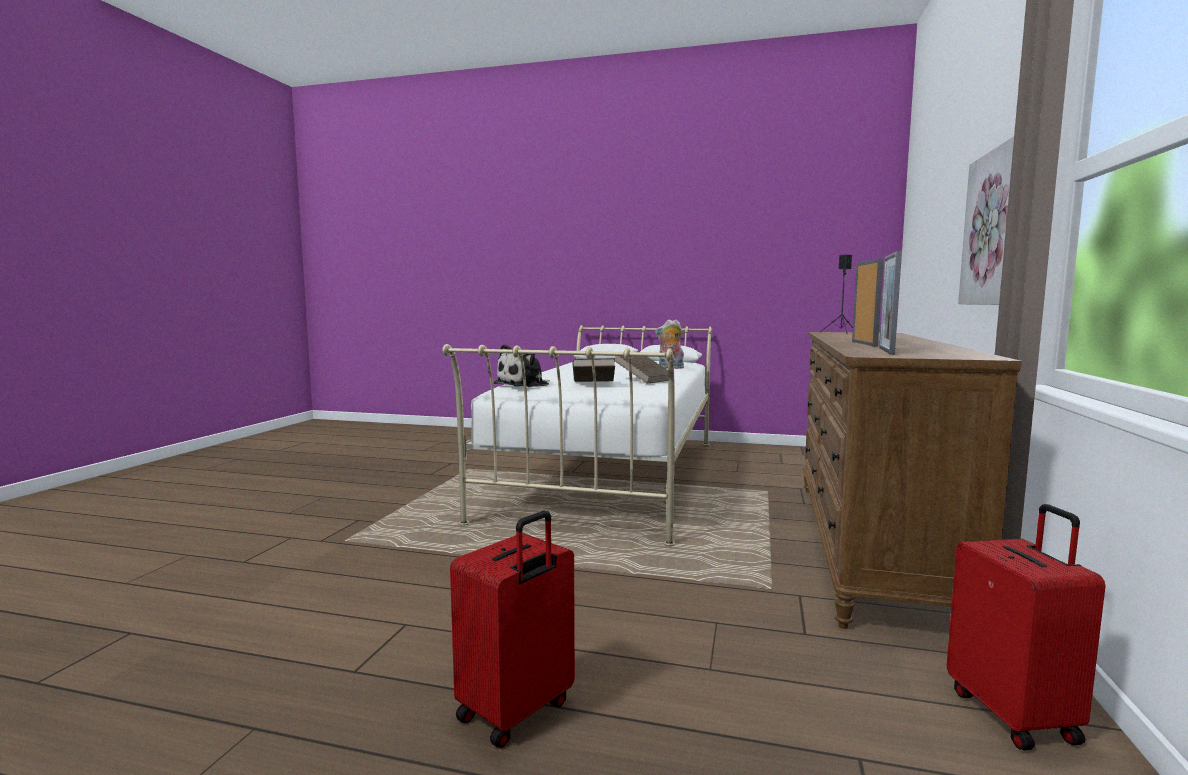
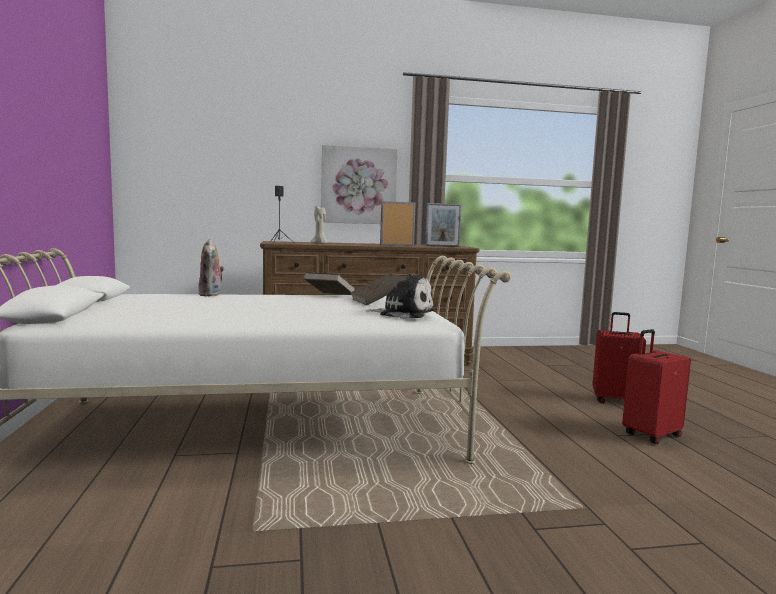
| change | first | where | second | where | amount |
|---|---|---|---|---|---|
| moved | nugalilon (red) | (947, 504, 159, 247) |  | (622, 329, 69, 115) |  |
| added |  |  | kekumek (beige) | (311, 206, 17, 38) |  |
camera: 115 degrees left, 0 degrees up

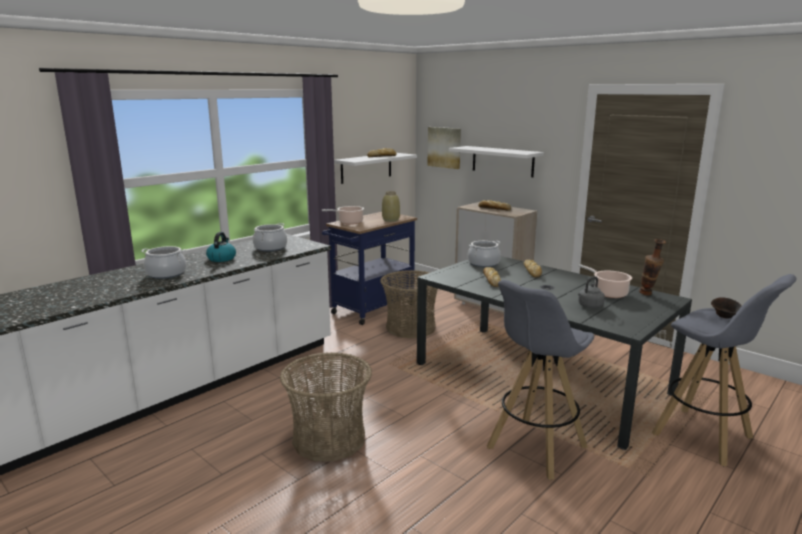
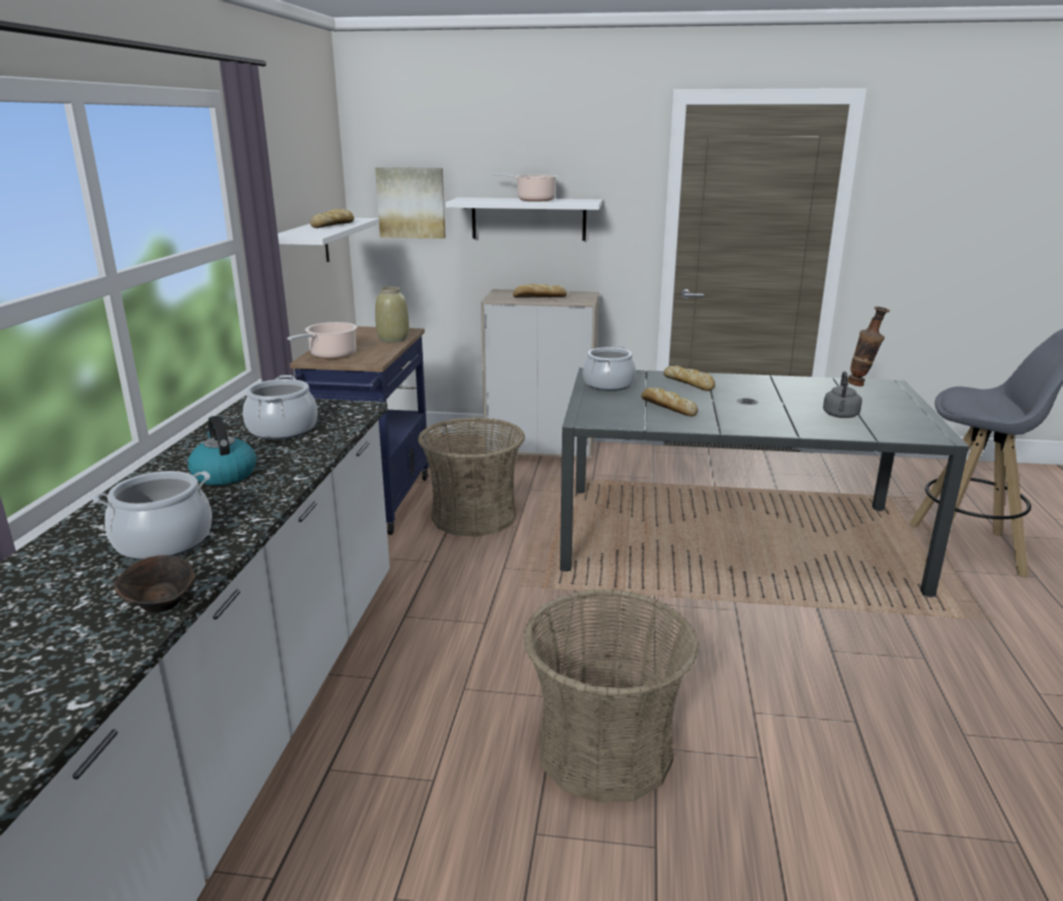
| change | first | where | second | where | amount |
|---|---|---|---|---|---|
| removed | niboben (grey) | (487, 280, 107, 200) |  |  |  |
| moved | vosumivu | (578, 264, 54, 34) |  | (491, 173, 67, 28) |  |
| moved | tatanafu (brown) | (711, 297, 31, 22) |  | (113, 555, 83, 58) |  |
camera: 35 degrees left, 5 degrees up

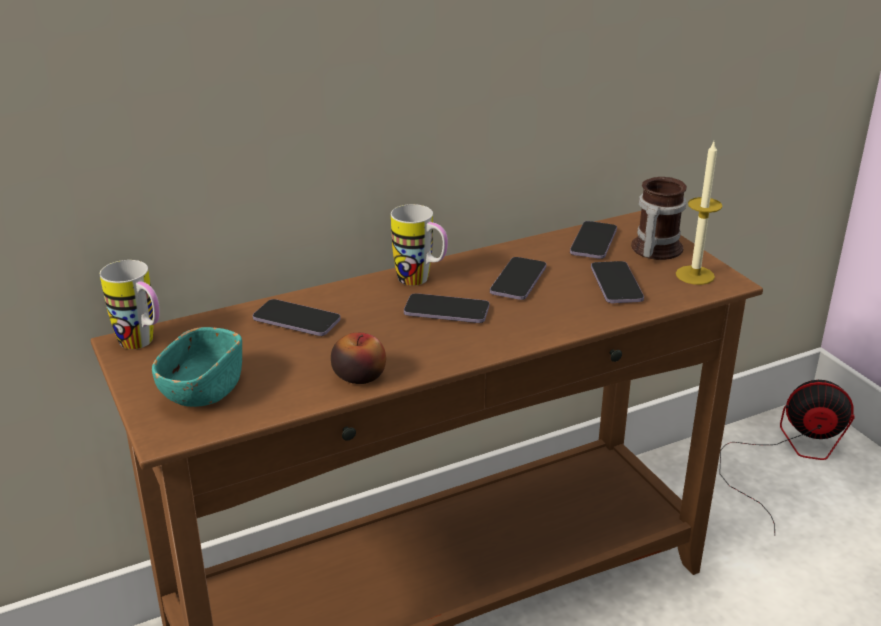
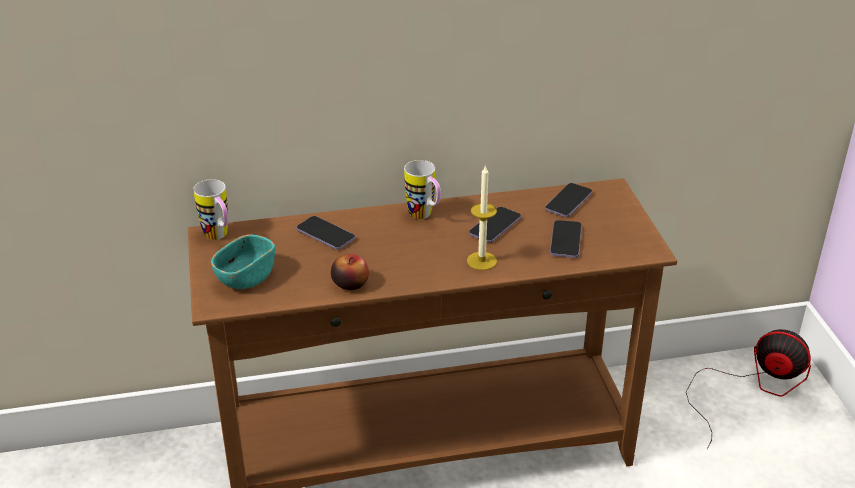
| change | first | where | second | where | amount |
|---|---|---|---|---|---|
| removed | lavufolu | (404, 293, 85, 30) |  |  |  |
| removed | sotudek | (631, 177, 56, 83) |  |  |  |
| moved | kekumek | (676, 142, 46, 143) |  | (467, 165, 30, 105) |  |
camera: 15 degrees right, 5 degrees up

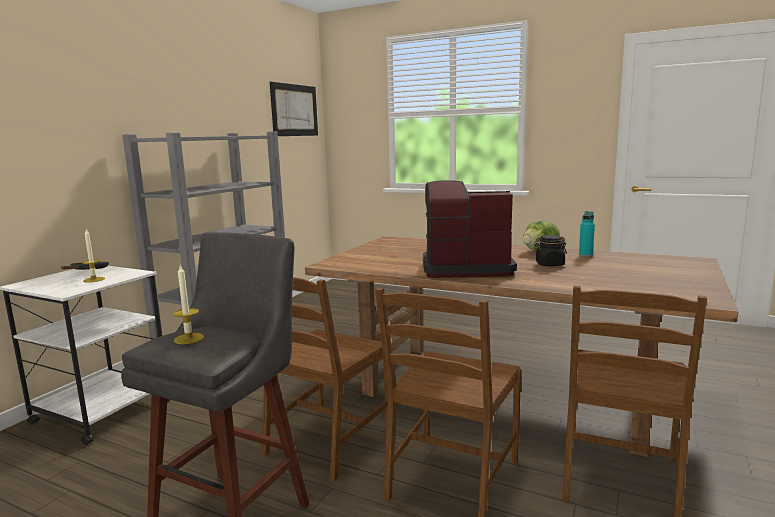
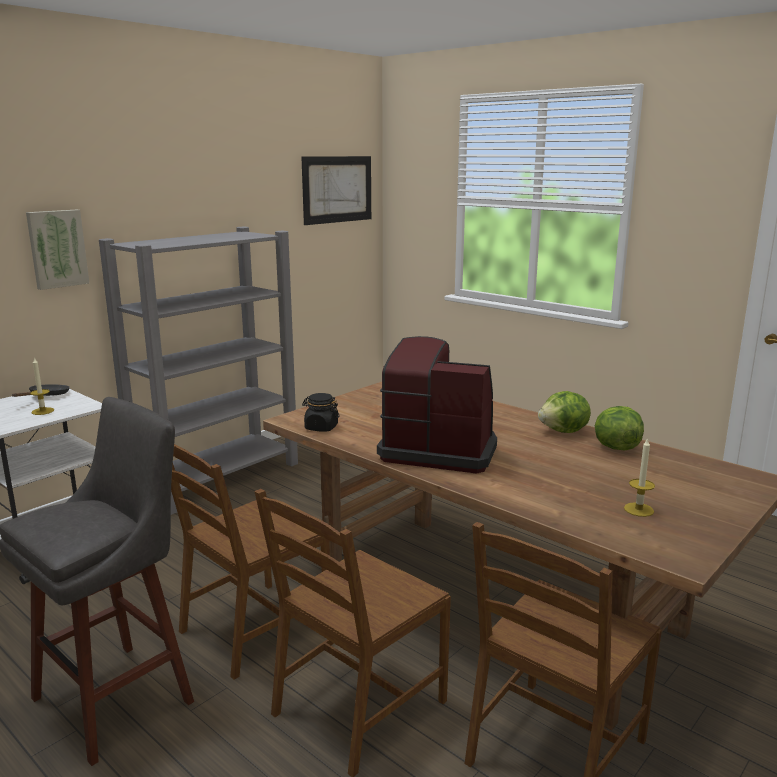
| change | first | where | second | where | amount |
|---|---|---|---|---|---|
| moved | kekumek | (173, 265, 31, 79) |  | (624, 437, 31, 80) |  |
| moved | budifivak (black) | (534, 235, 33, 31) |  | (302, 393, 37, 39) |  |
| replaced | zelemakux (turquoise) | (579, 211, 16, 46) | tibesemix | (595, 406, 49, 44) |  |
| added |  |  | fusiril | (26, 210, 63, 80) |  |
camera: 15 degrees right, 5 degrees up

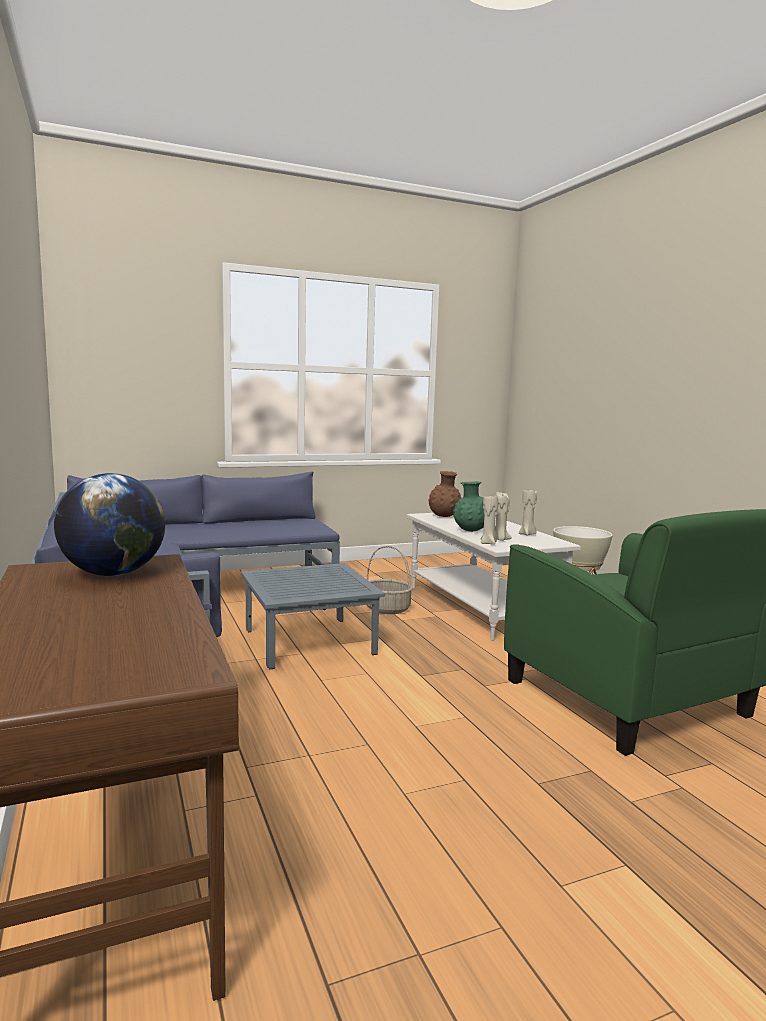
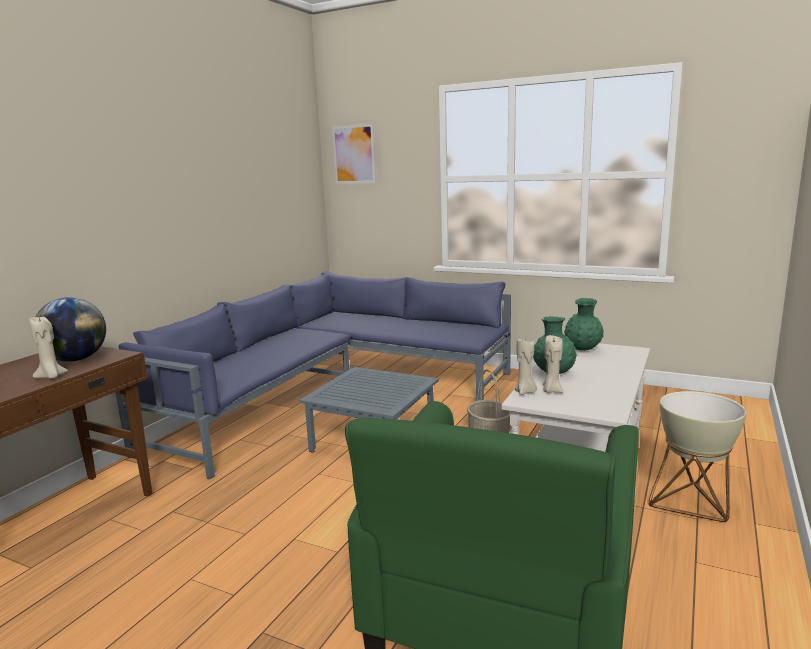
| change | first | where | second | where | amount |
|---|---|---|---|---|---|
| recoloured | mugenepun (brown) | (428, 471, 33, 46) | mugenepun (green) | (564, 298, 40, 53) |  |
| moved | kekumek (beige) | (519, 490, 18, 46) |  | (29, 317, 39, 61) |  |
| added |  |  | fusiril | (332, 124, 44, 60) |  |
camera: 50 degrees right, 5 degrees up

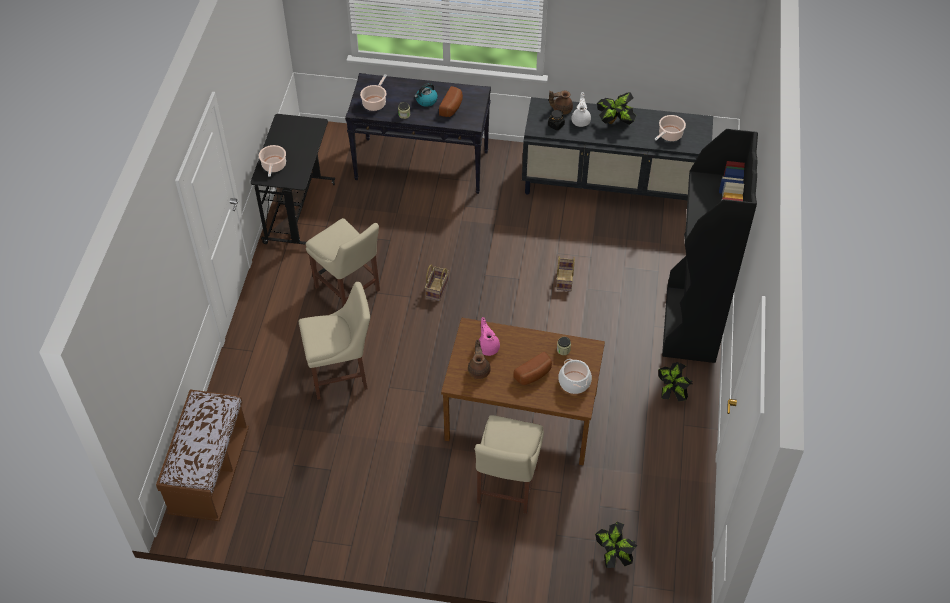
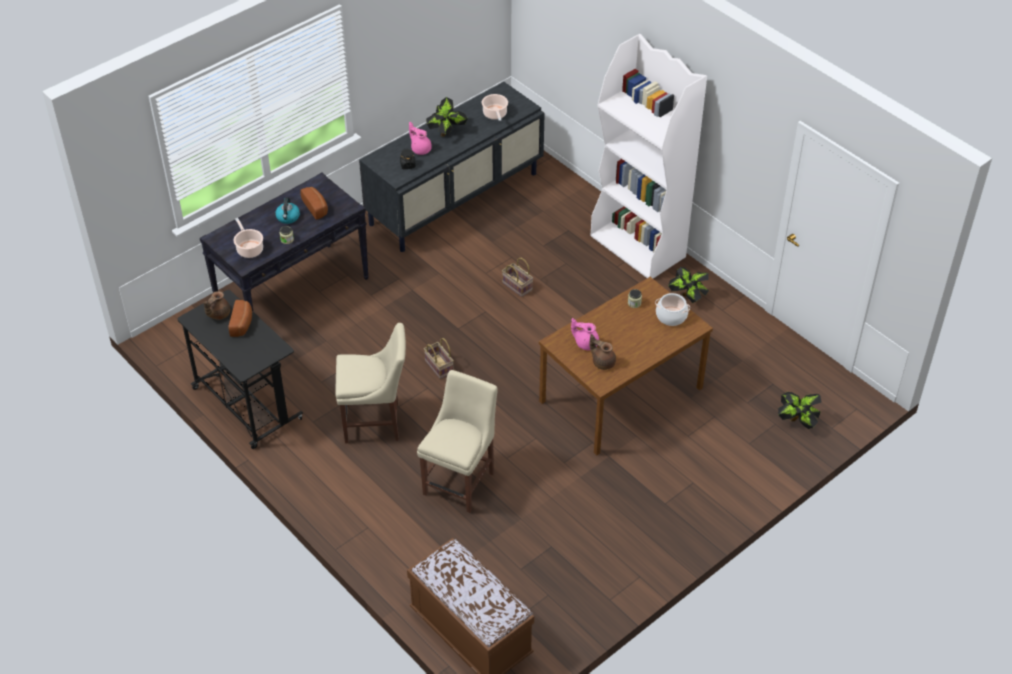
| change | first | where | second | where | amount |
|---|---|---|---|---|---|
| removed | vosumivu | (259, 145, 27, 32) |  |  |  |
| removed | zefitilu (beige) | (475, 415, 69, 99) |  |  |  |
| moved | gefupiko | (513, 352, 39, 33) |  | (228, 300, 24, 37) |  |
| moved | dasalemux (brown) | (549, 90, 24, 25) |  | (203, 291, 27, 29) |  |
| recoloured | dasalemux (white) | (571, 92, 20, 35) | dasalemux (pink) | (409, 122, 23, 33) |  |
| recoloured | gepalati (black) | (662, 129, 96, 234) | gepalati (white) | (590, 34, 117, 244) |  |
camera: 50 degrees left, 5 degrees down

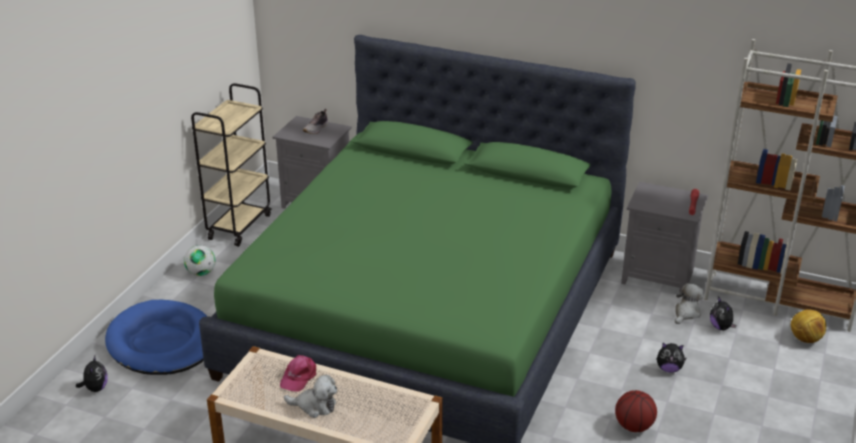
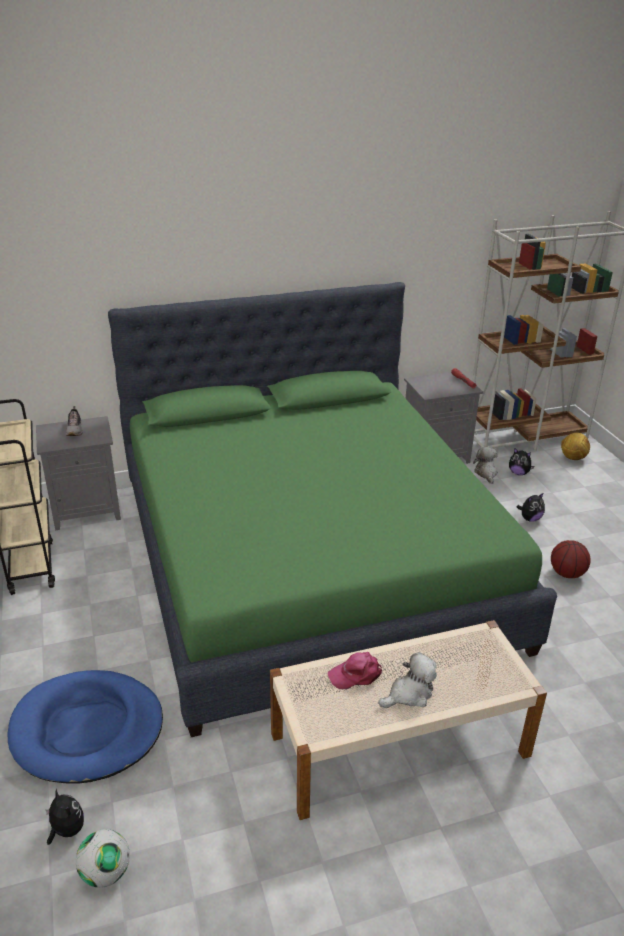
| change | first | where | second | where | amount |
|---|---|---|---|---|---|
| moved | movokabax | (184, 245, 31, 31) |  | (76, 829, 54, 59) |  |
| turned | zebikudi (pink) | (280, 355, 36, 37) |  | (328, 652, 54, 37) | 90 degrees clockwise |
camera: 40 degrees left, 0 degrees up

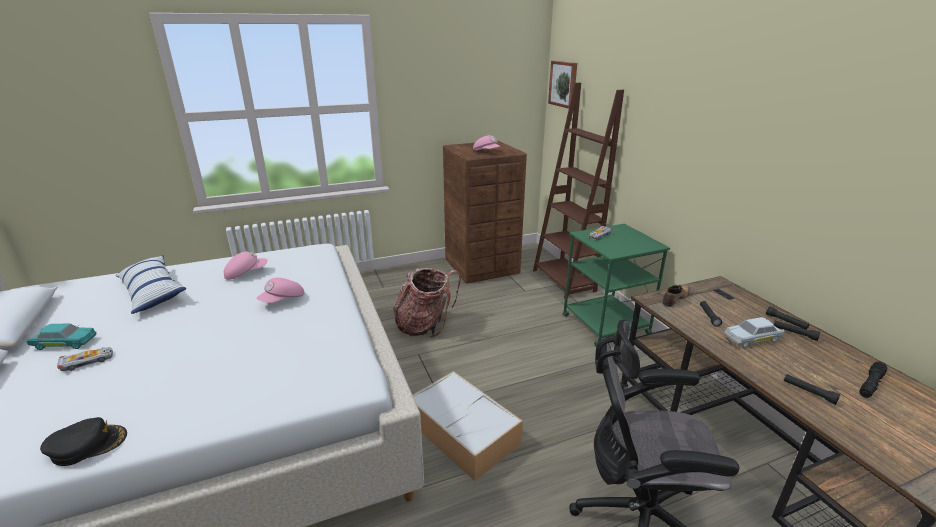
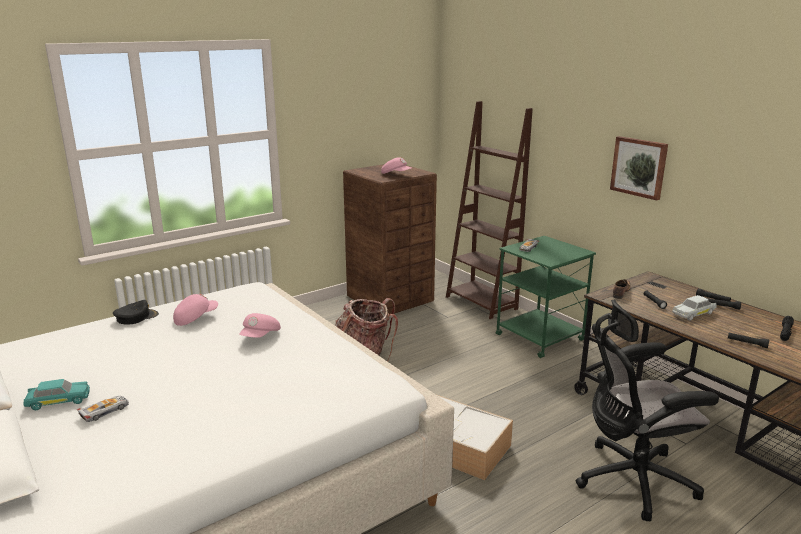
| change | first | where | second | where | amount |
|---|---|---|---|---|---|
| moved | zebikudi (black) | (40, 417, 87, 49) |  | (113, 300, 46, 24) |  |
| removed | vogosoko | (116, 255, 71, 59) |  |  |  |
| moved | fusiril | (548, 61, 29, 48) |  | (610, 136, 58, 64) |  |
camera: 15 degrees left, 5 degrees down

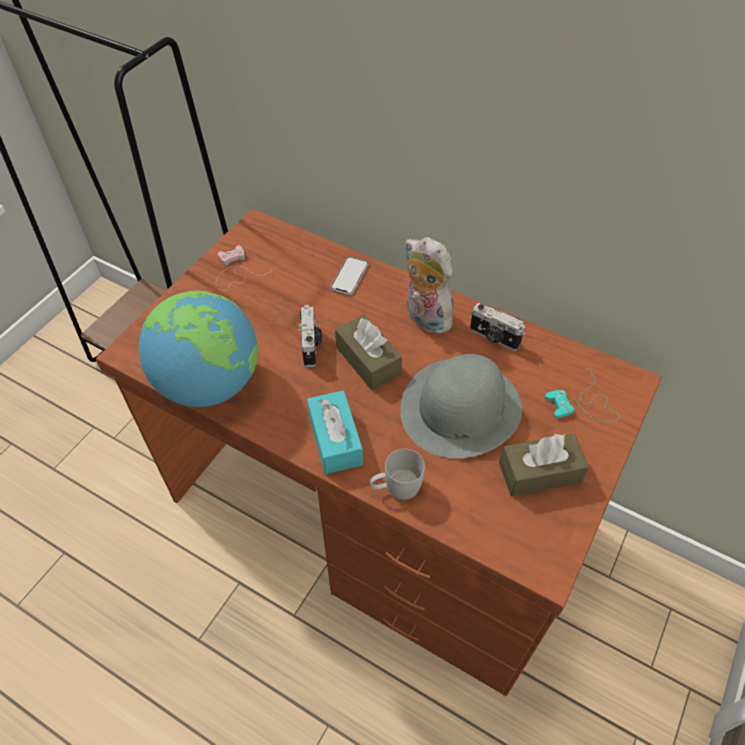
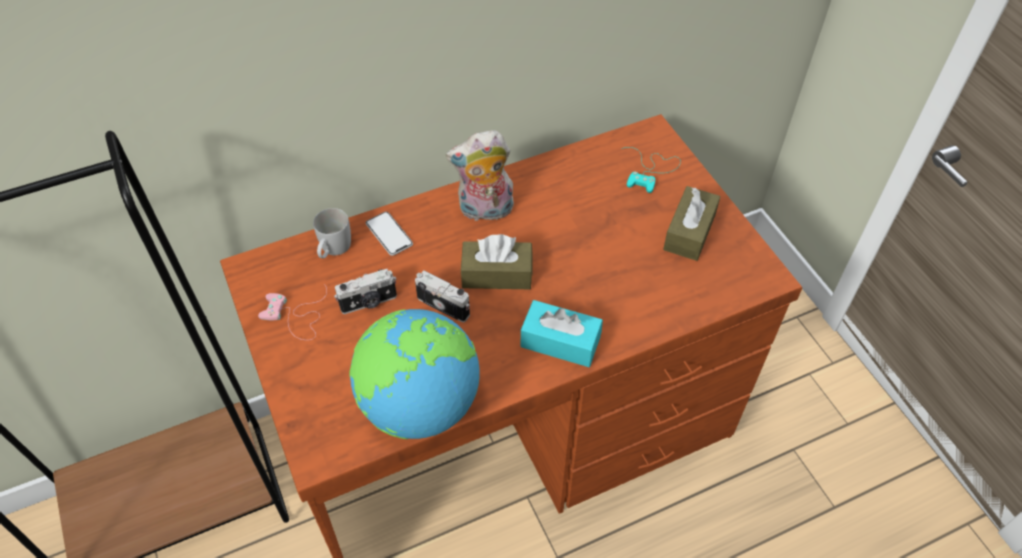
| change | first | where | second | where | amount |
|---|---|---|---|---|---|
| moved | sotudek (white) | (370, 449, 55, 51) |  | (313, 208, 38, 50) |  |
| removed | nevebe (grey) | (400, 354, 122, 104) |  |  |  |
| moved | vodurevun | (470, 303, 55, 48) |  | (334, 269, 63, 45) |  |
camera: 55 degrees left, 0 degrees up

